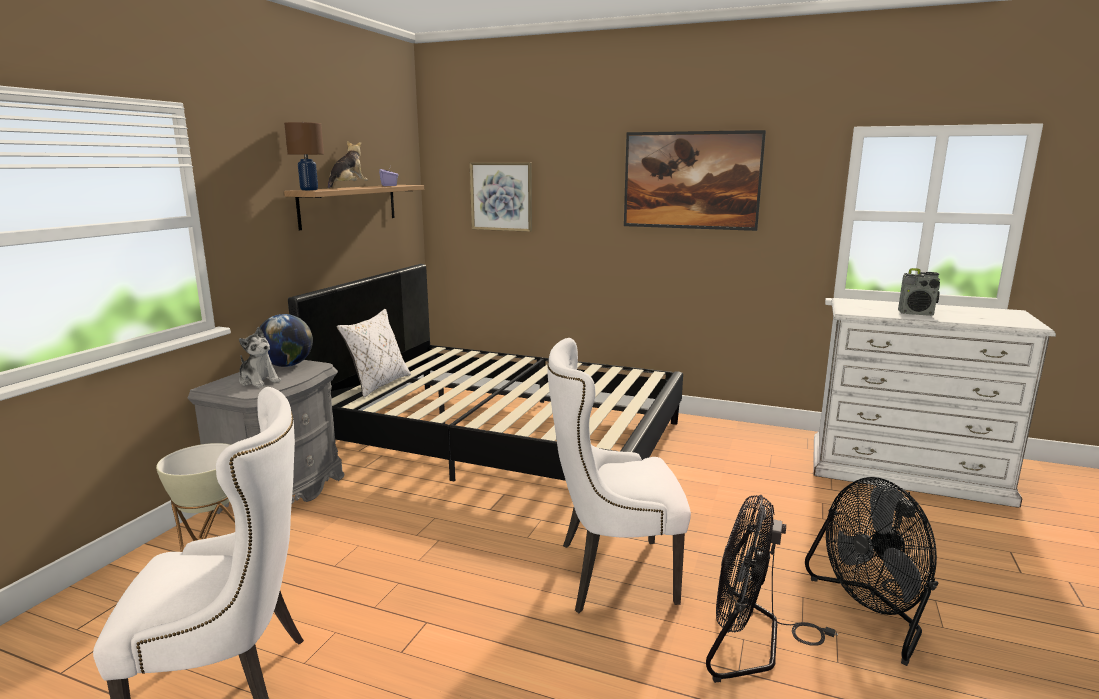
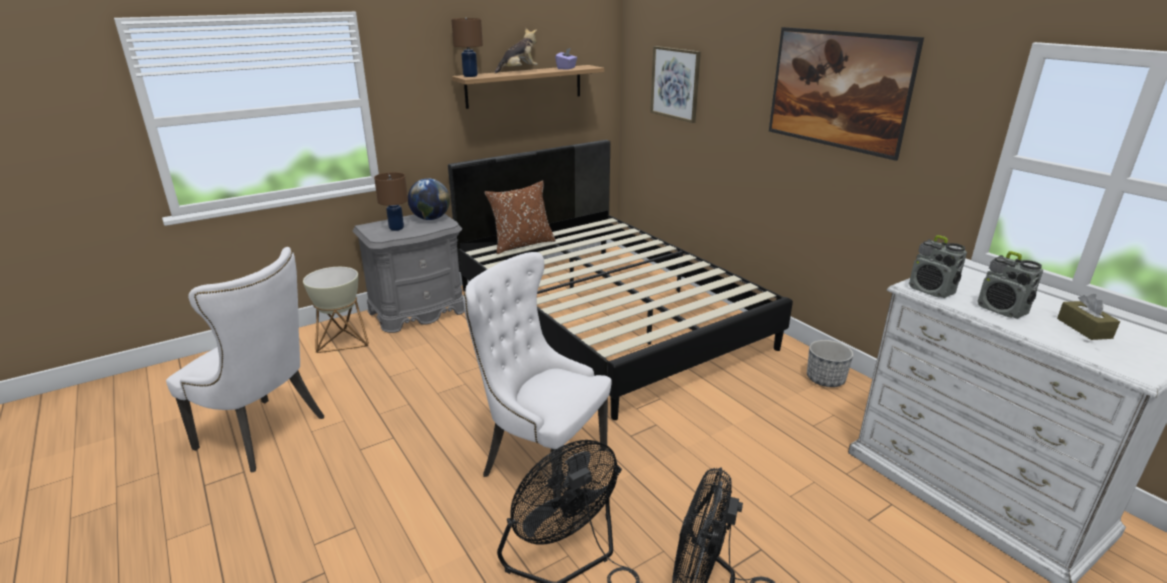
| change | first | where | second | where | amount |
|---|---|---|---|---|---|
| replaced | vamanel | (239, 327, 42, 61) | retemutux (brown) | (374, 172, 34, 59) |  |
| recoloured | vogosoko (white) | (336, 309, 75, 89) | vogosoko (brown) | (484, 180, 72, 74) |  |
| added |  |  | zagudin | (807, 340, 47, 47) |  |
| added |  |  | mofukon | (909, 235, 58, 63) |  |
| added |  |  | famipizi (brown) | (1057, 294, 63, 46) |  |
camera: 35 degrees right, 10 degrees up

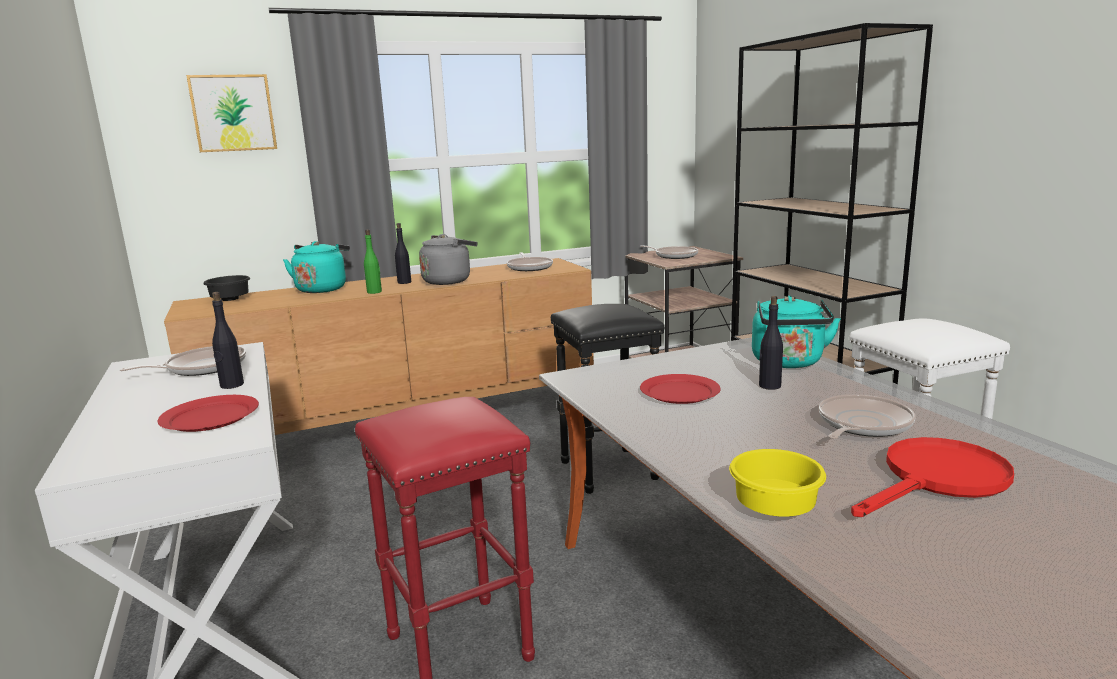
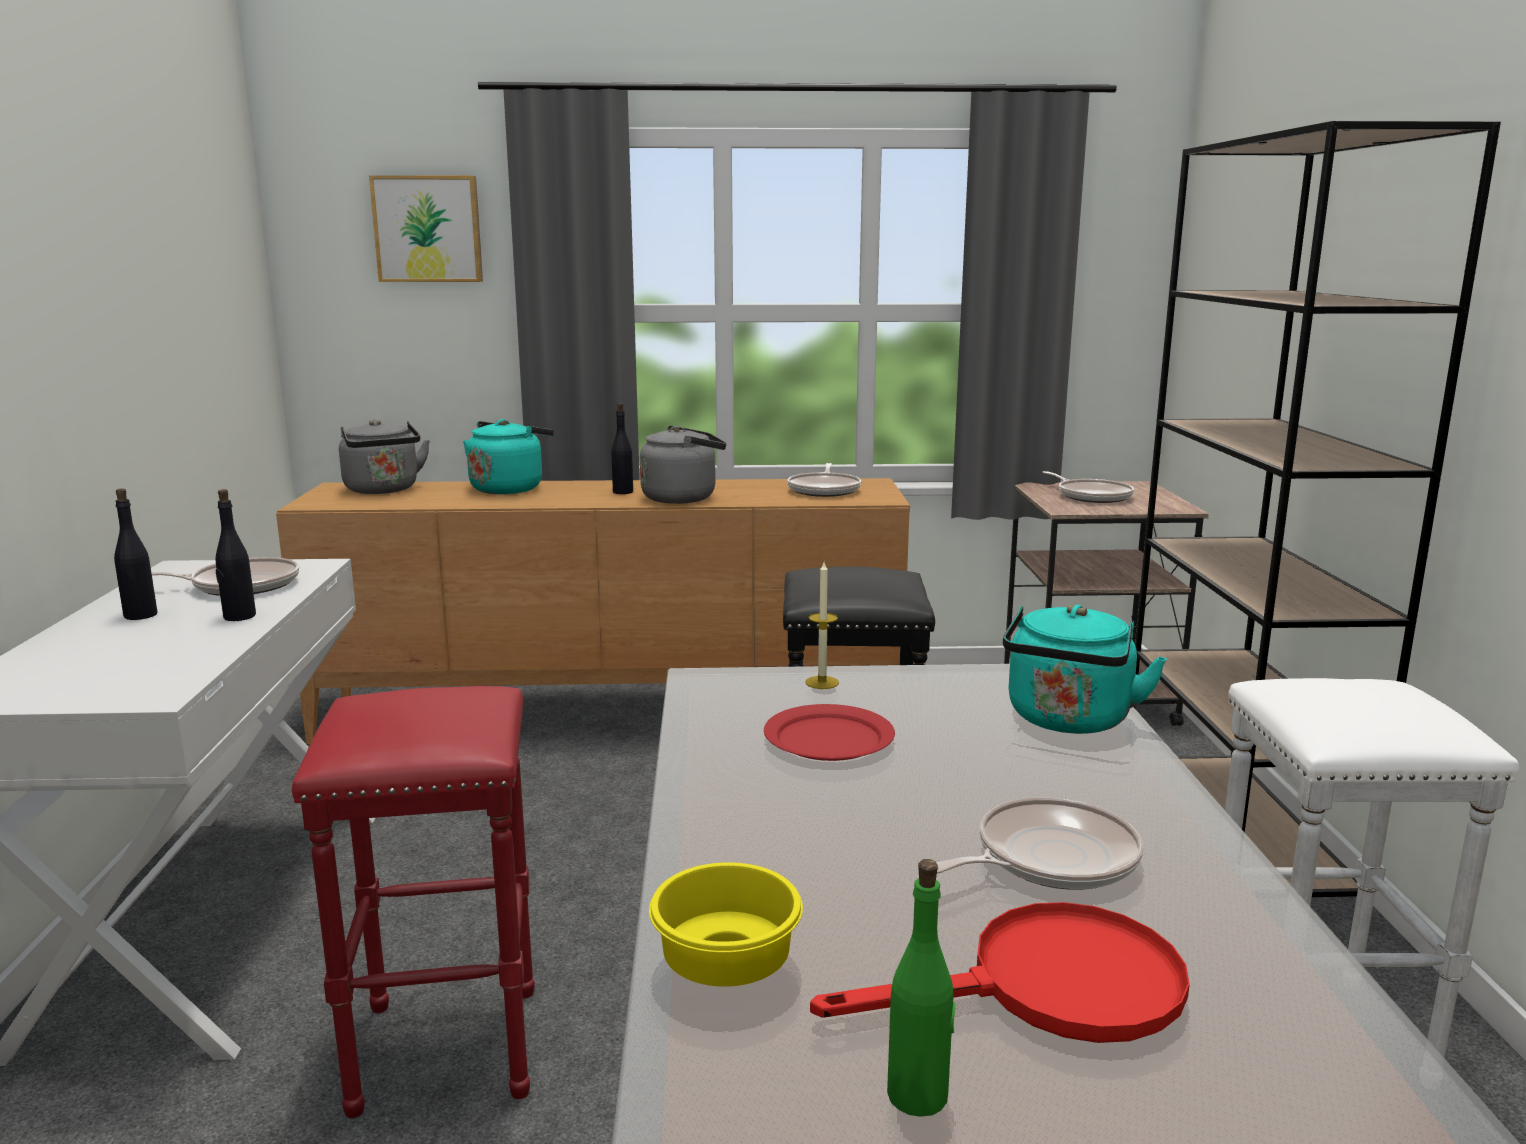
| change | first | where | second | where | amount |
|---|---|---|---|---|---|
| removed | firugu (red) | (158, 395, 101, 37) |  |  |  |
| replaced | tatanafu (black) | (203, 275, 47, 26) | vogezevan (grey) | (339, 419, 91, 75) |  |
| moved | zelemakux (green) | (364, 229, 18, 65) |  | (887, 859, 69, 258) |  |
| moved | zelemakux (black) | (759, 296, 24, 94) |  | (114, 489, 43, 131) |  |
| added |  |  | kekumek | (805, 562, 34, 127) |  |
camera: 20 degrees right, 0 degrees up

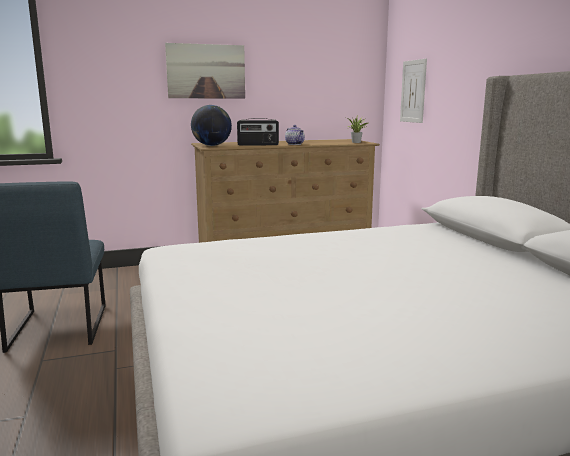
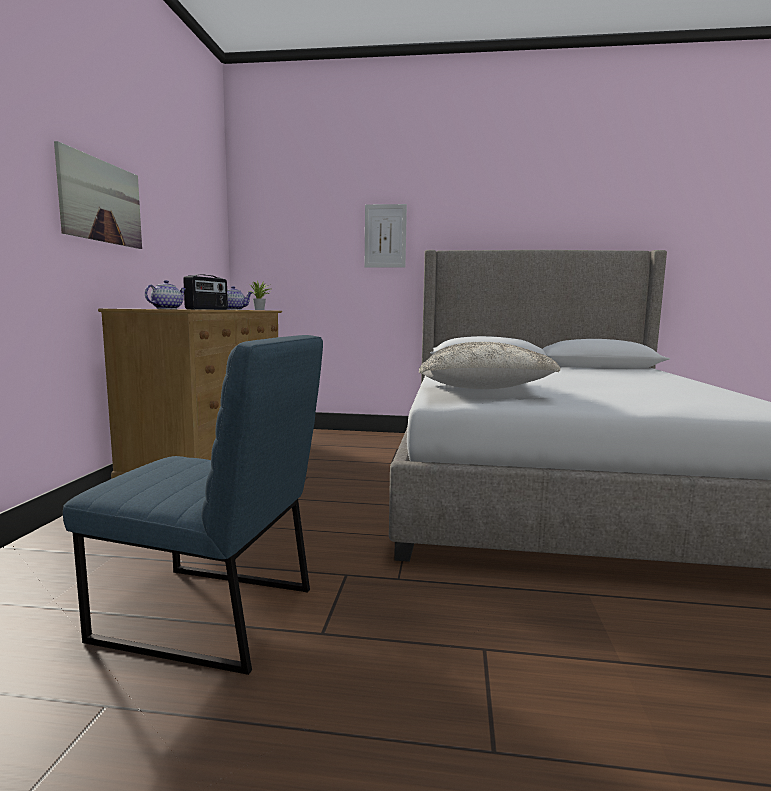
| change | first | where | second | where | amount |
|---|---|---|---|---|---|
| replaced | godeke | (191, 105, 41, 41) | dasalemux | (145, 280, 41, 29) |  |
| moved | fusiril | (400, 59, 27, 64) |  | (365, 204, 42, 64) |  |
| added |  |  | vogosoko (beige) | (419, 342, 142, 47) |  |
camera: 65 degrees left, 5 degrees down

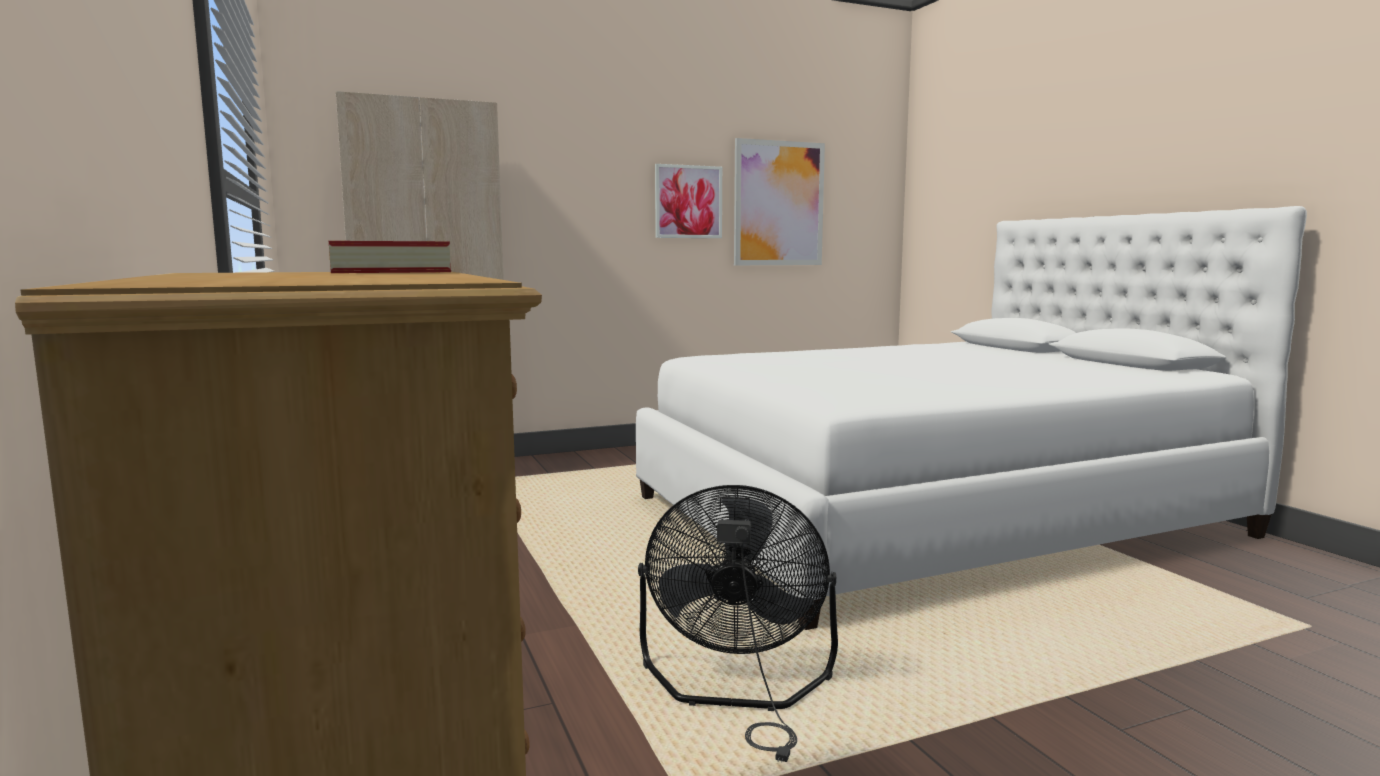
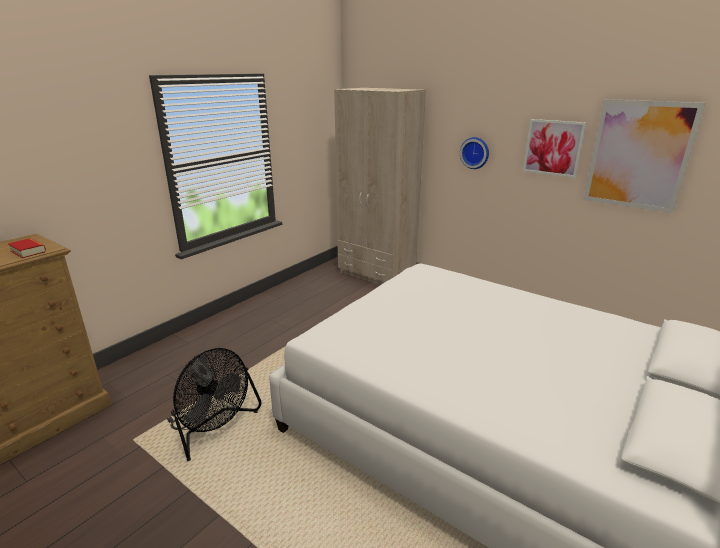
| change | first | where | second | where | amount |
|---|---|---|---|---|---|
| turned | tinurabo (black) | (638, 485, 200, 277) |  | (167, 348, 94, 113) | 60 degrees clockwise |
| added |  |  | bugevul | (460, 137, 29, 32) |  |
camera: 60 degrees right, 15 degrees up

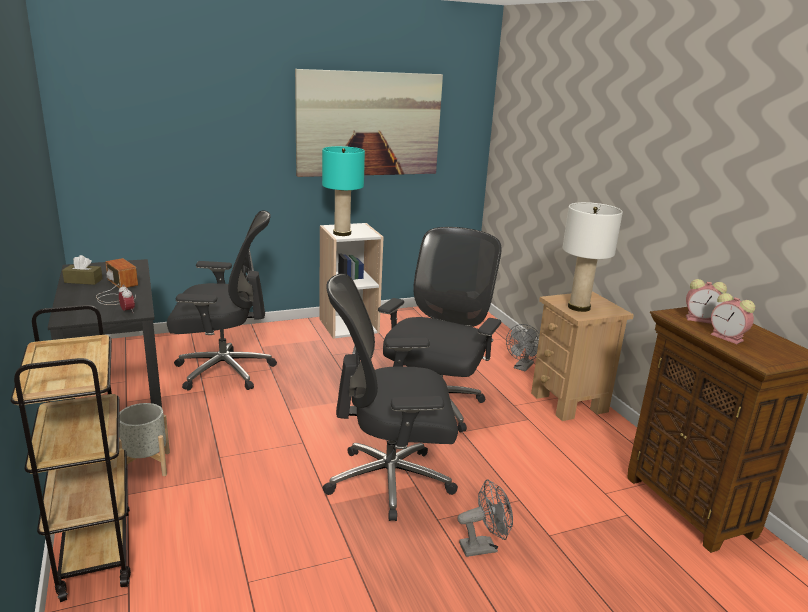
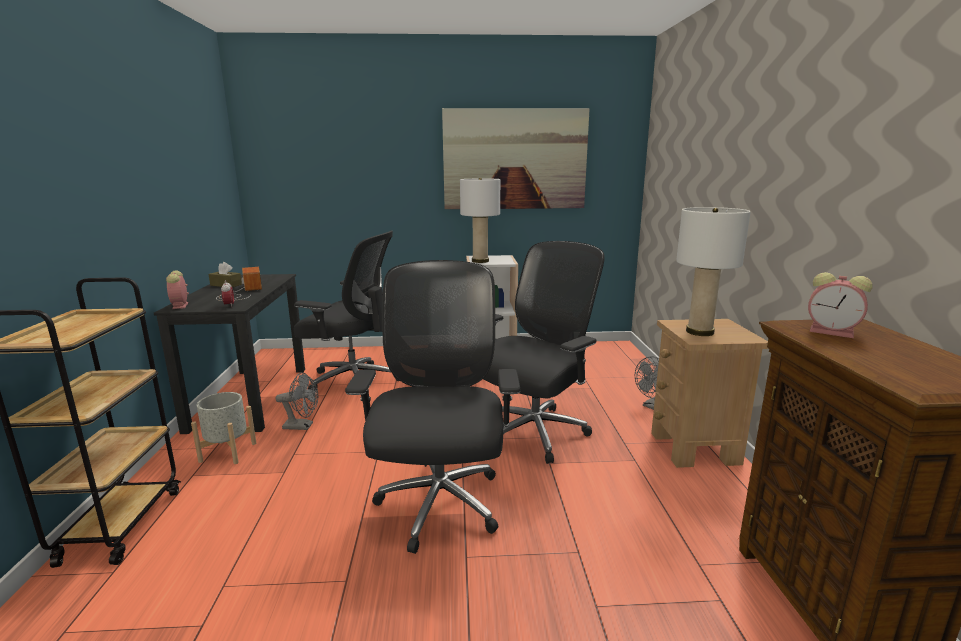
| change | first | where | second | where | amount |
|---|---|---|---|---|---|
| recoloured | retemutux (turquoise) | (322, 146, 43, 90) | retemutux (white) | (460, 178, 40, 85) |  |
| turned | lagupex | (323, 273, 135, 248) |  | (345, 260, 175, 294) | 75 degrees clockwise |
| moved | tinurabo (grey) | (458, 479, 55, 78) |  | (275, 372, 43, 58) |  |
| moved | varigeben | (710, 293, 45, 51) |  | (166, 270, 23, 39) |  |
camera: 20 degrees right, 5 degrees down

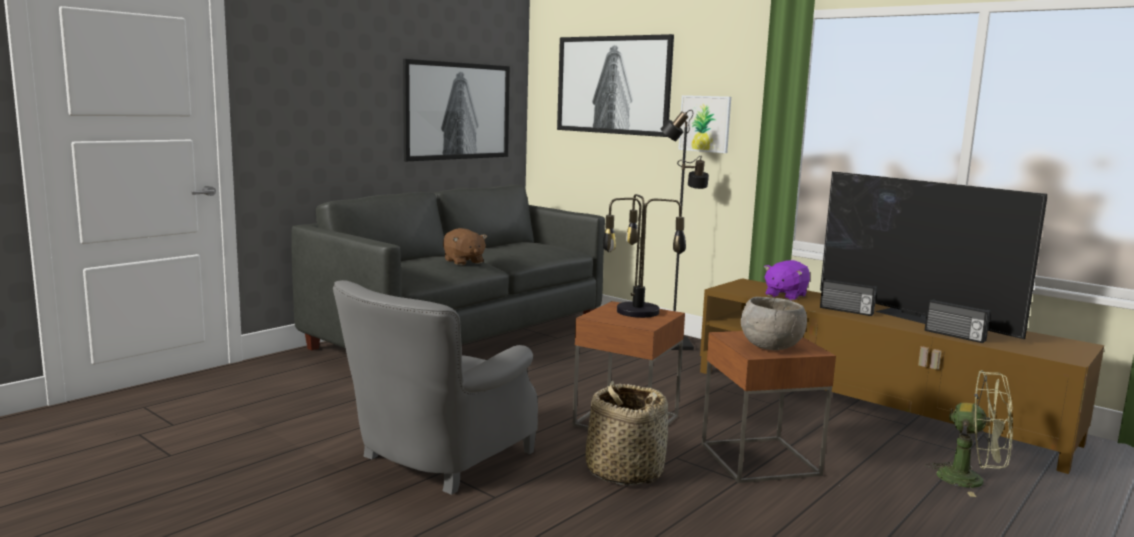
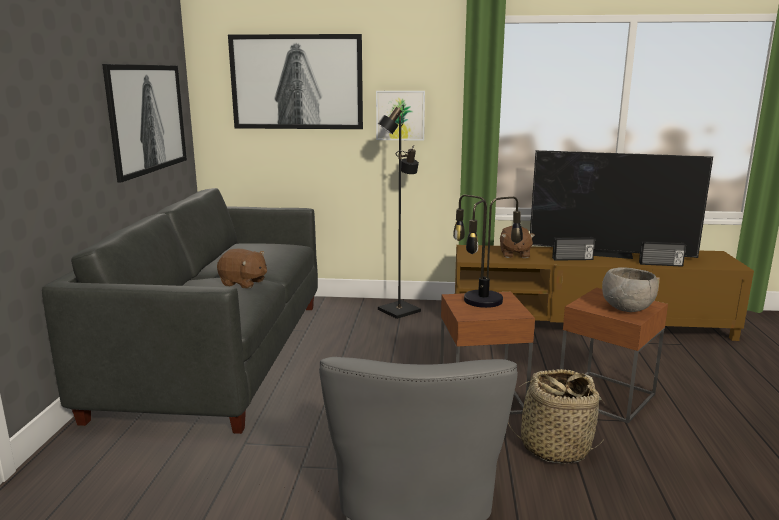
| change | first | where | second | where | amount |
|---|---|---|---|---|---|
| recoloured | vamanel (purple) | (764, 260, 46, 40) | vamanel (brown) | (500, 226, 35, 32) |  |
| removed | tinurabo (green) | (925, 370, 88, 127) |  |  |  |
camera: 35 degrees left, 5 degrees up

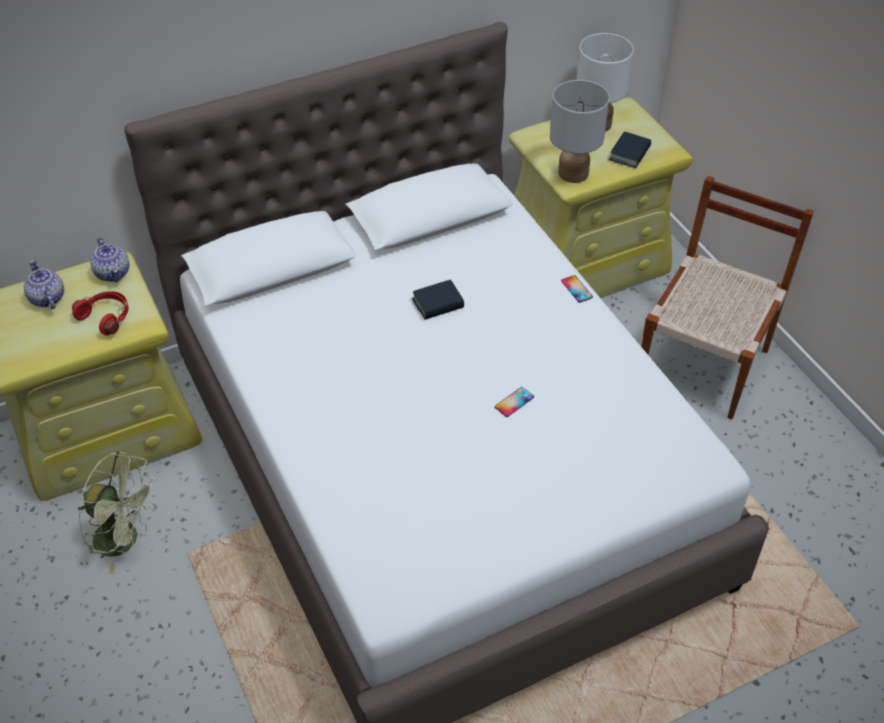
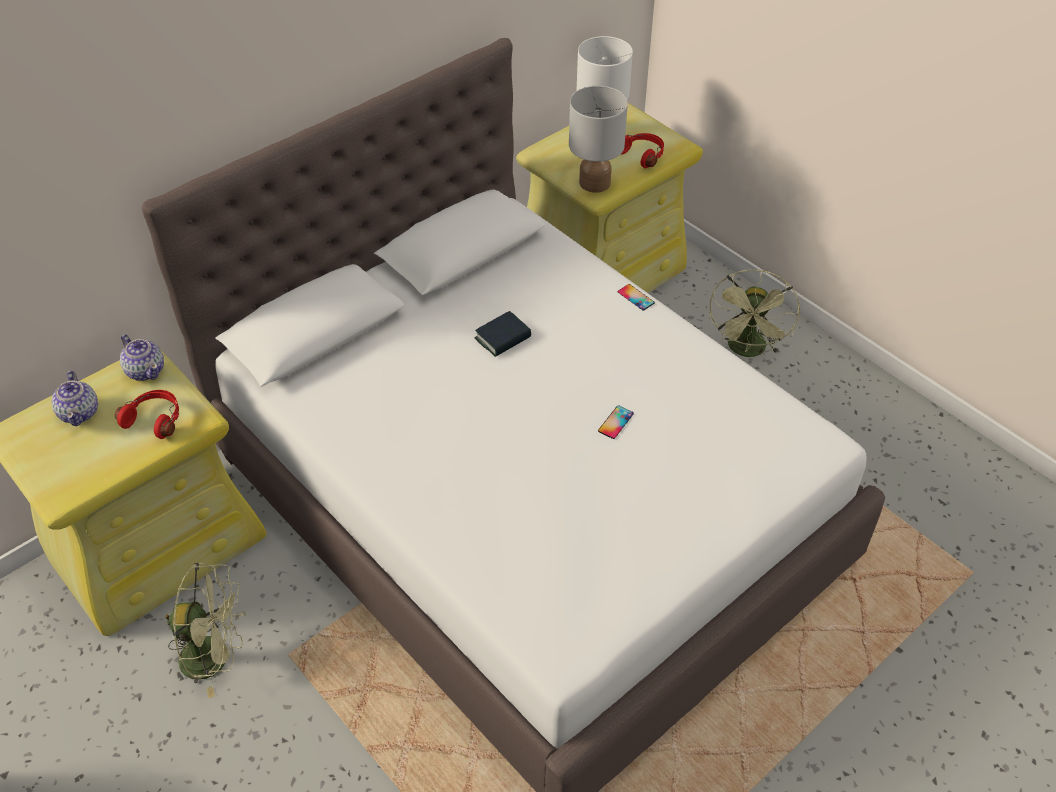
| change | first | where | second | where | amount |
|---|---|---|---|---|---|
| turned | dasalemux | (24, 260, 40, 49) |  | (51, 371, 47, 55) | 150 degrees counterclockwise |
| replaced | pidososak | (609, 131, 42, 37) | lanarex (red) | (621, 133, 43, 35) |  |
| replaced | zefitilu | (642, 176, 172, 243) | tinurabo (green) | (709, 270, 91, 87) |  |
camera: 15 degrees left, 0 degrees up

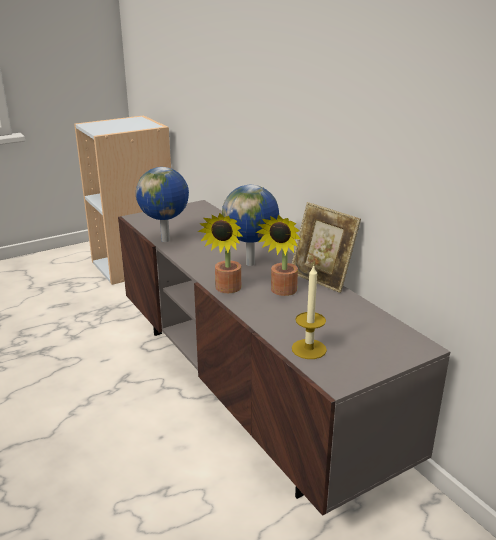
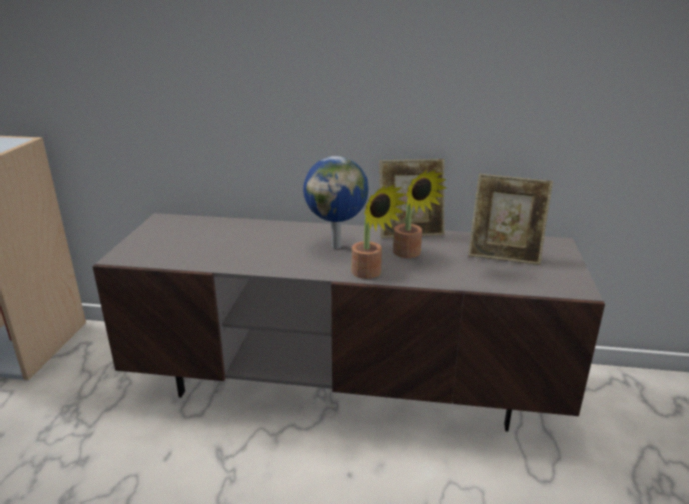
| change | first | where | second | where | amount |
|---|---|---|---|---|---|
| removed | godeke | (136, 167, 53, 75) |  |  |  |
| removed | kekumek | (292, 265, 35, 94) |  |  |  |
| added |  |  | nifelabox | (468, 174, 85, 91) |  |
camera: 50 degrees left, 0 degrees up

